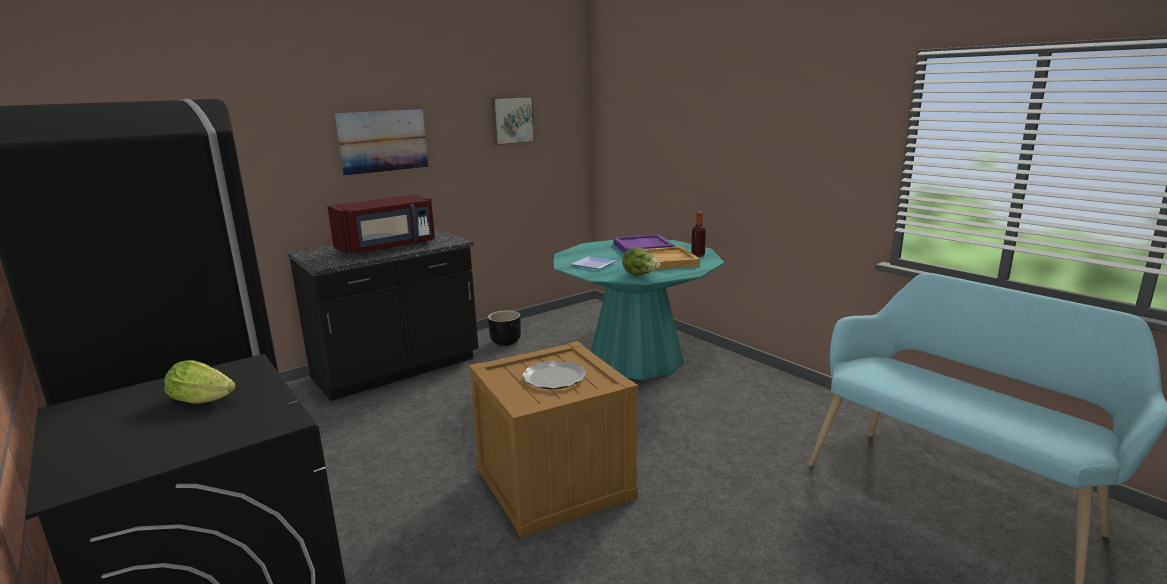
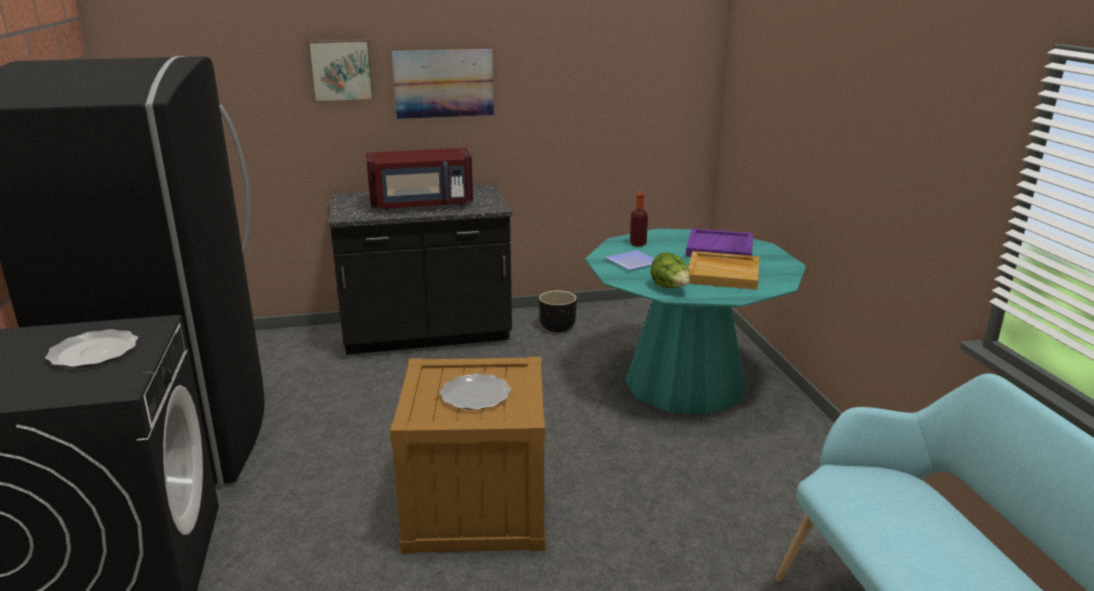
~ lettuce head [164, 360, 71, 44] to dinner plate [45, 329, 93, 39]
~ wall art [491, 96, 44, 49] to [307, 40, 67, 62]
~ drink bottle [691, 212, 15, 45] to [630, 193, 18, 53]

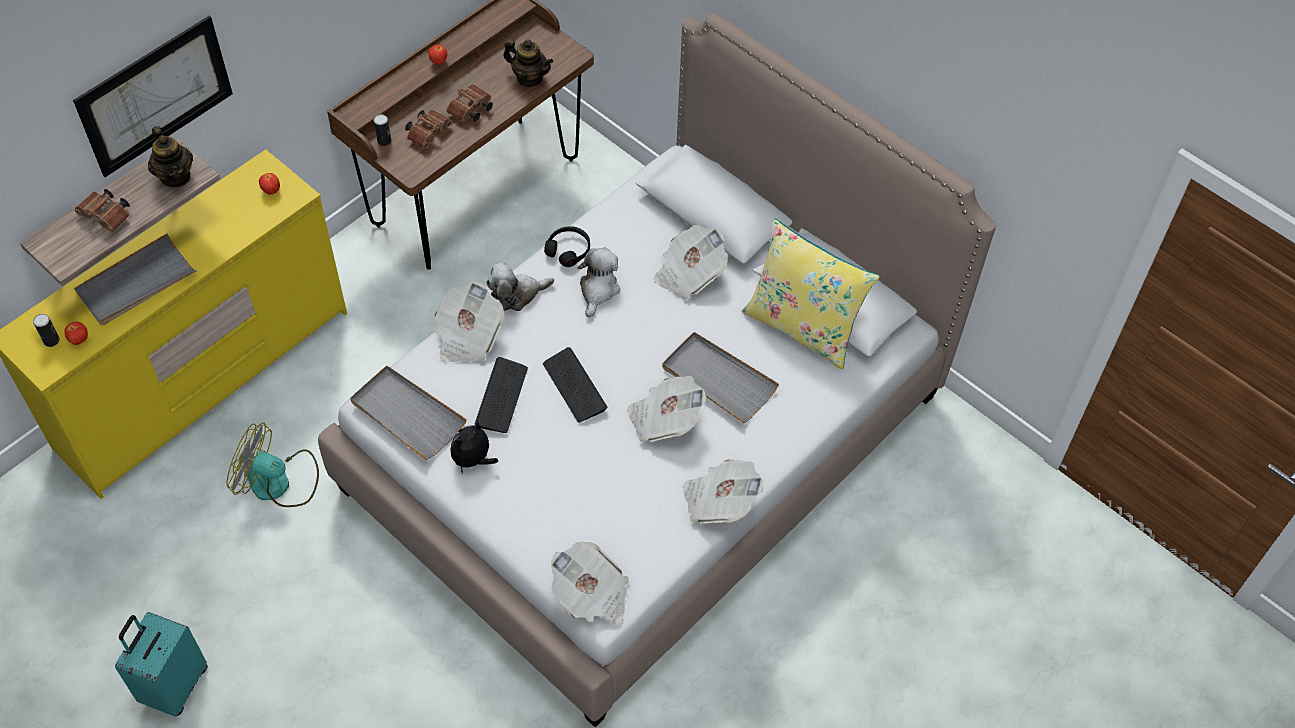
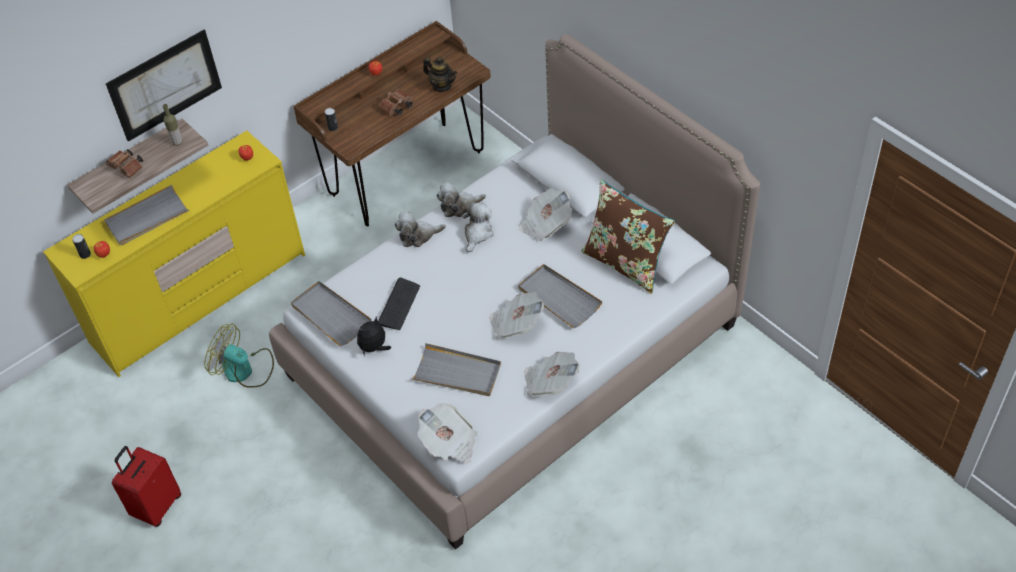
~ turquoise-coloured travel case [115, 612, 93, 105] to red travel case [112, 446, 69, 81]
~ teapot [148, 126, 45, 61] to drink bottle [163, 104, 19, 42]
- brownish field glasses [405, 110, 47, 39]
- newspaper [435, 282, 70, 80]
- keyboard [543, 347, 65, 76]
~ black headset [544, 226, 46, 41] to plush toy [437, 182, 49, 35]
~ yellow pillow [742, 218, 138, 152] to brownish pillow [581, 180, 94, 114]
+ gray tray [411, 343, 90, 53]

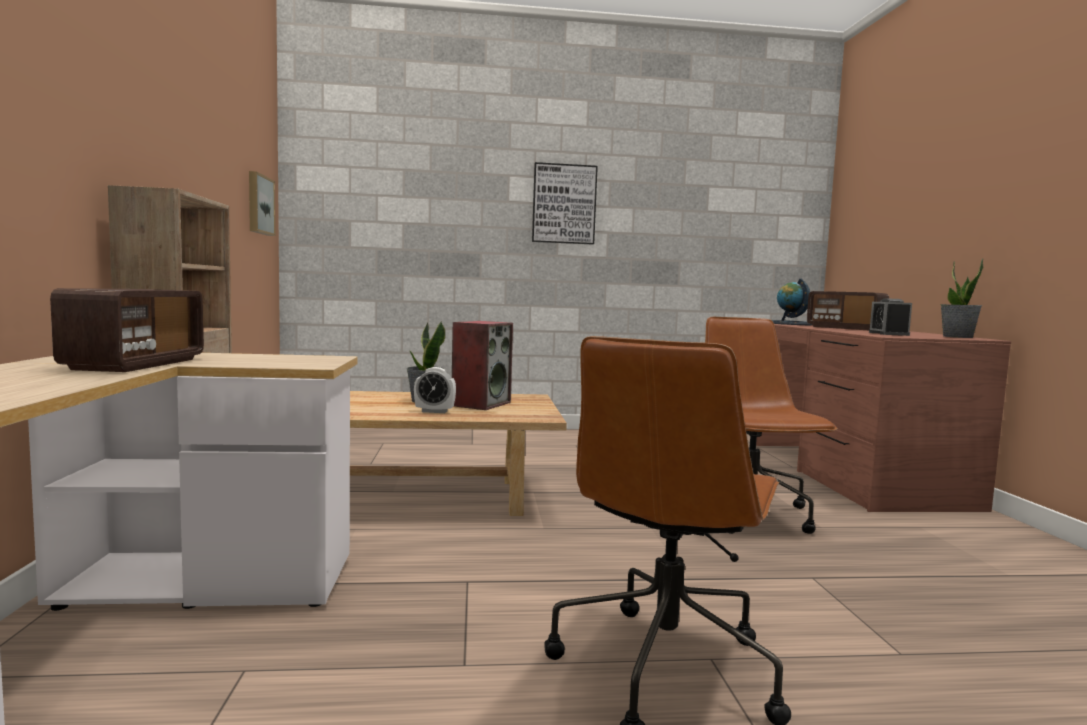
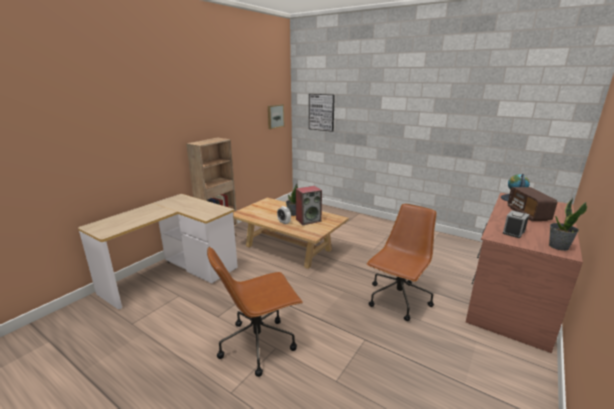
- radio set [50, 288, 154, 84]
~ wall art [532, 162, 66, 82] to [309, 94, 26, 38]

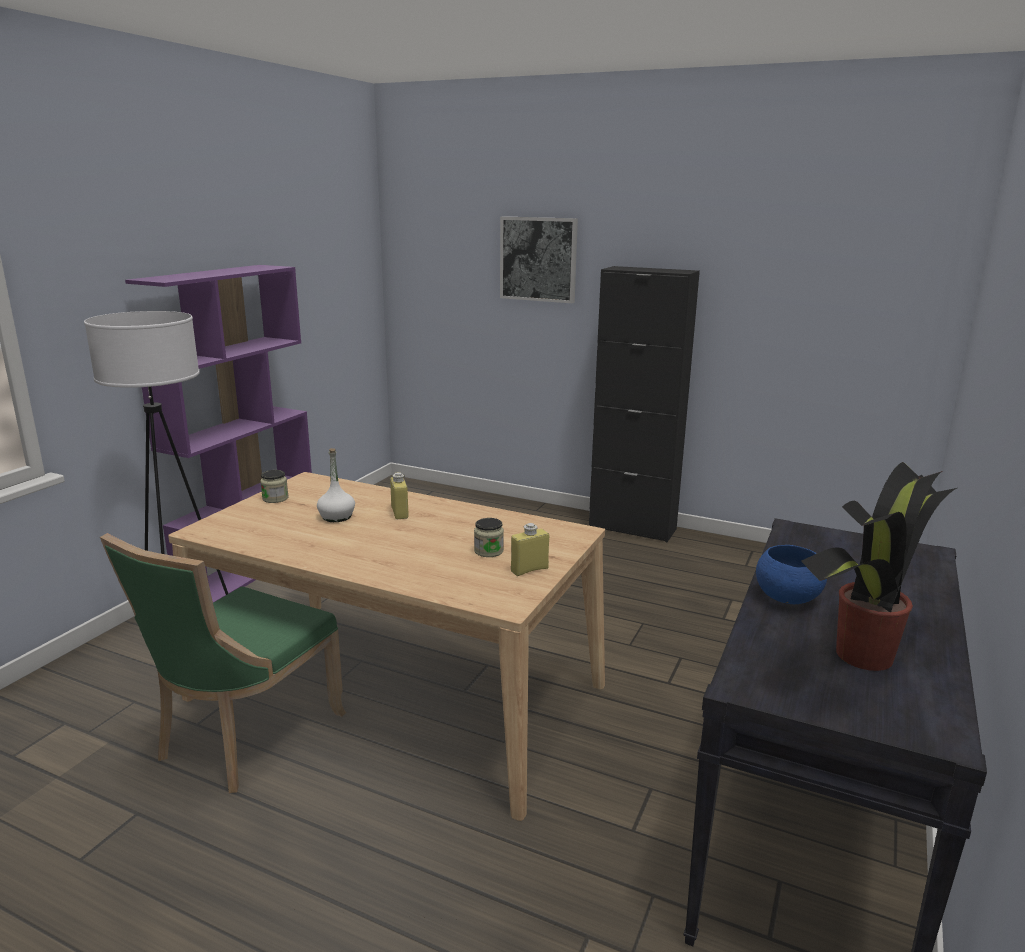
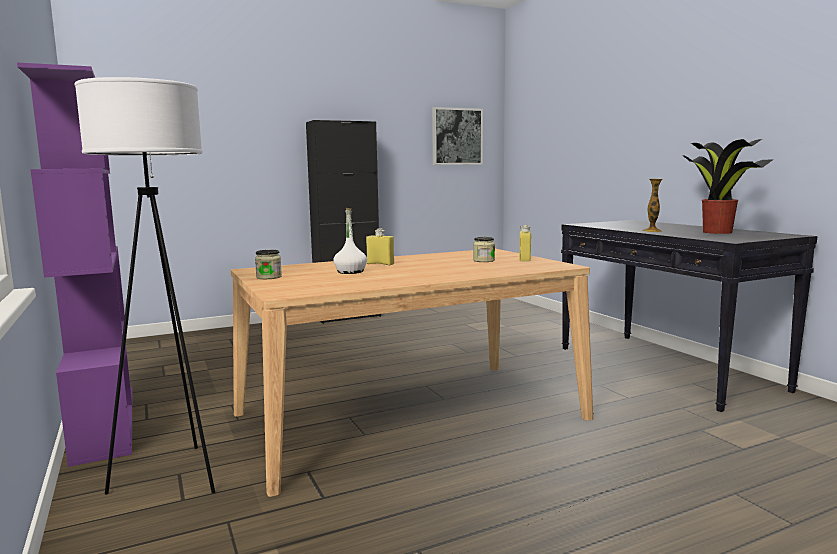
- green-coloured chair [100, 533, 246, 260]
~ wall art [500, 216, 78, 87] to [432, 107, 51, 58]
~ blue-coloured deep dish [756, 545, 71, 59] to flower vase [643, 179, 19, 53]

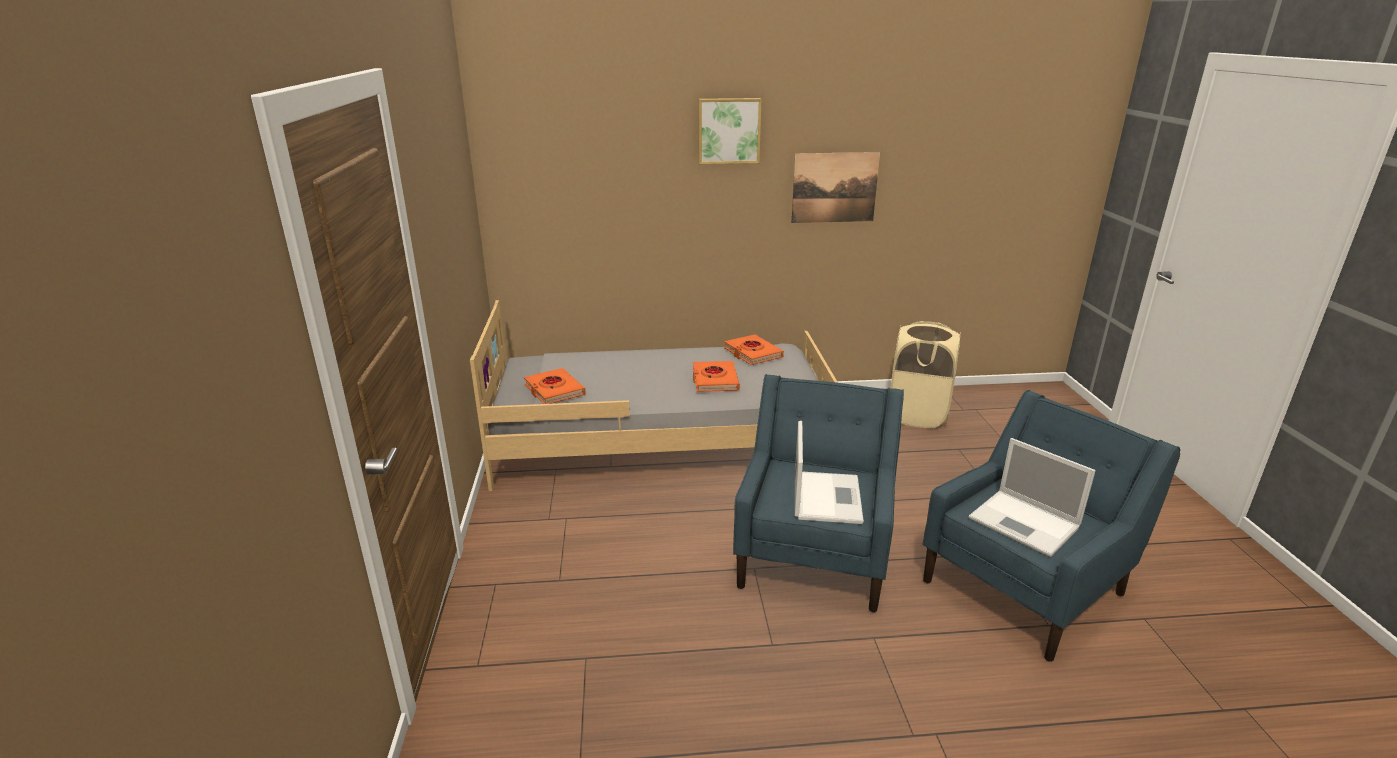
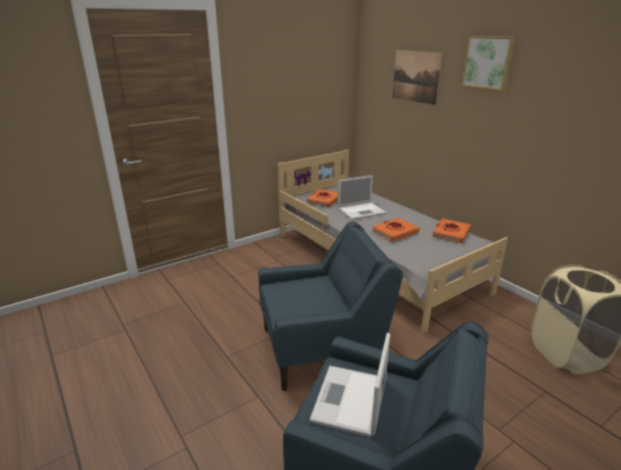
~ wall art [791, 152, 89, 71] to [393, 50, 50, 55]
~ laptop [795, 421, 69, 103] to [338, 175, 48, 45]

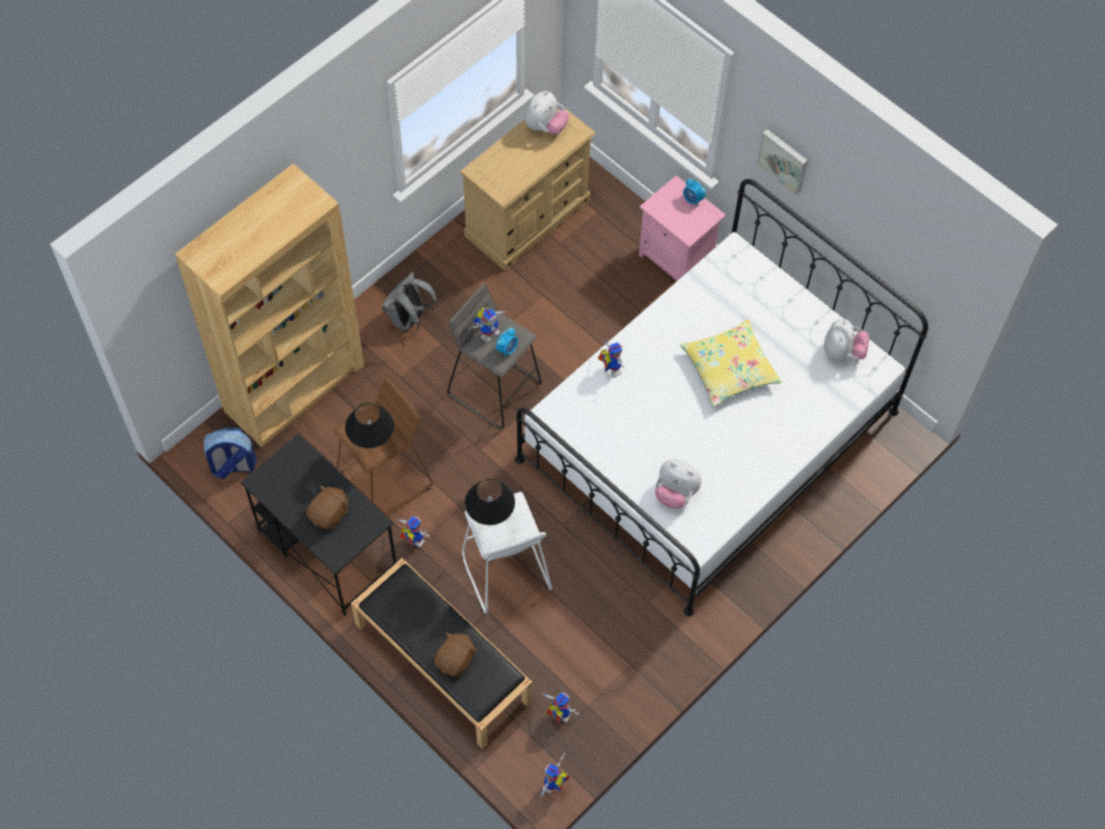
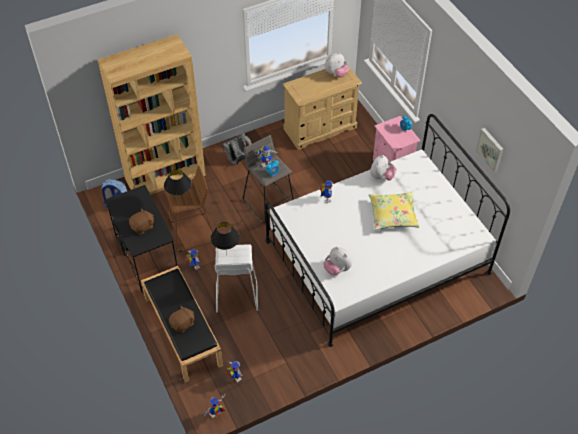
~ wall art [757, 129, 51, 66] to [476, 128, 28, 44]
~ plush toy [824, 319, 45, 42] to [370, 155, 27, 25]

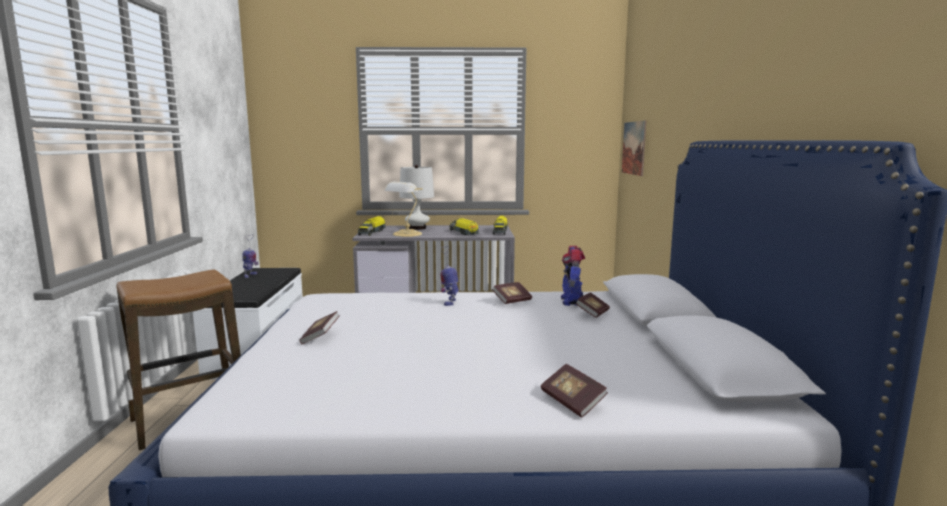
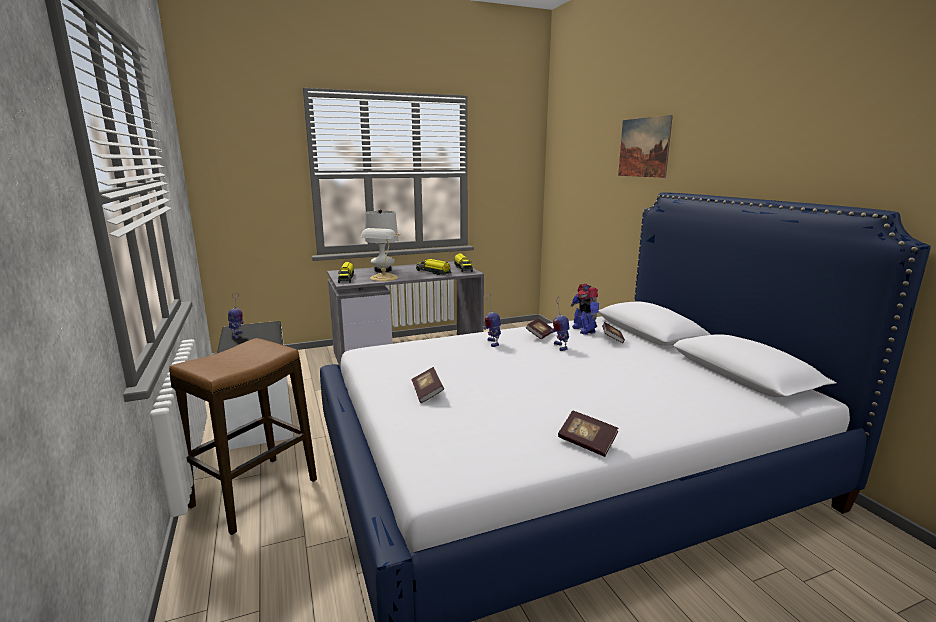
~ book [541, 364, 67, 54] to [558, 411, 60, 46]
~ wall art [622, 120, 25, 56] to [618, 115, 55, 63]
+ toy robot [551, 296, 19, 55]

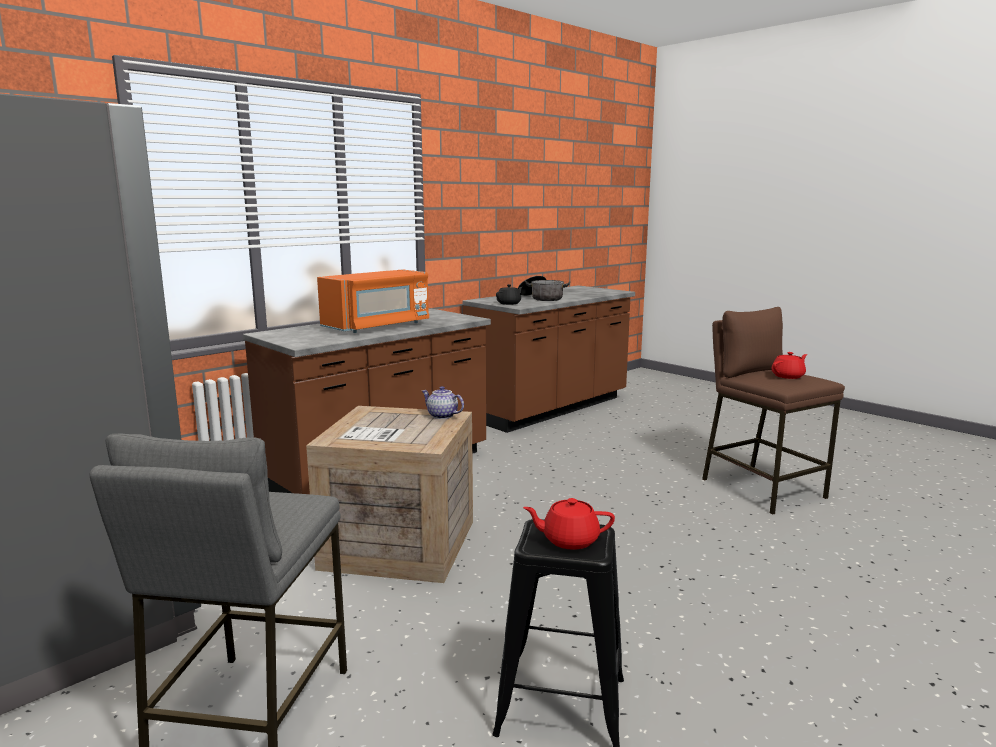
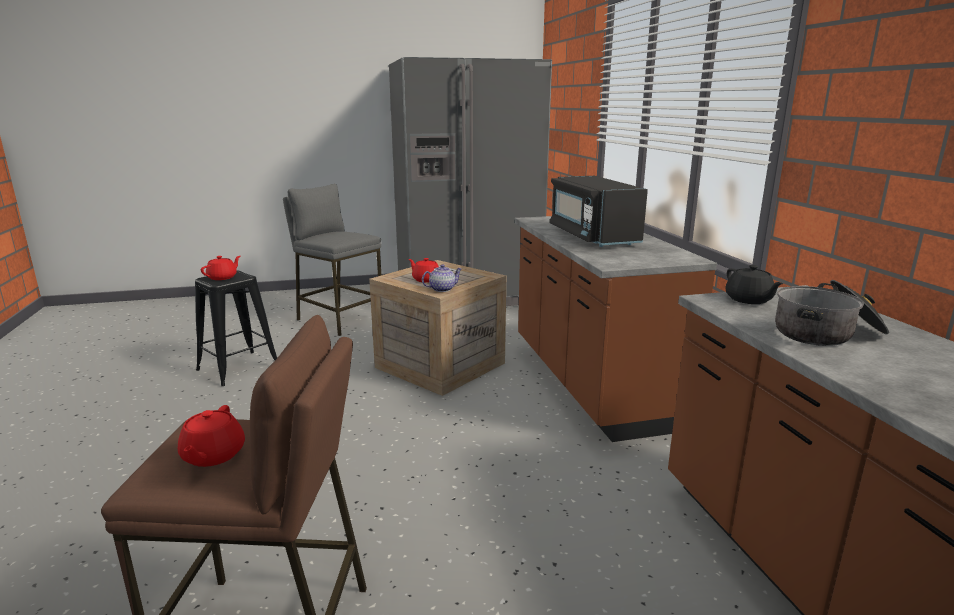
~ orange-coloured kitchen microwave [317, 269, 112, 64] to black kitchen microwave [549, 176, 99, 71]
+ red teapot [409, 258, 30, 25]

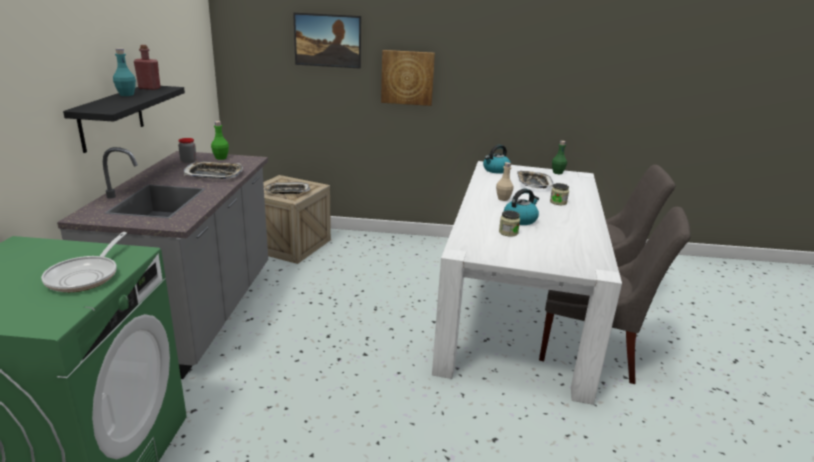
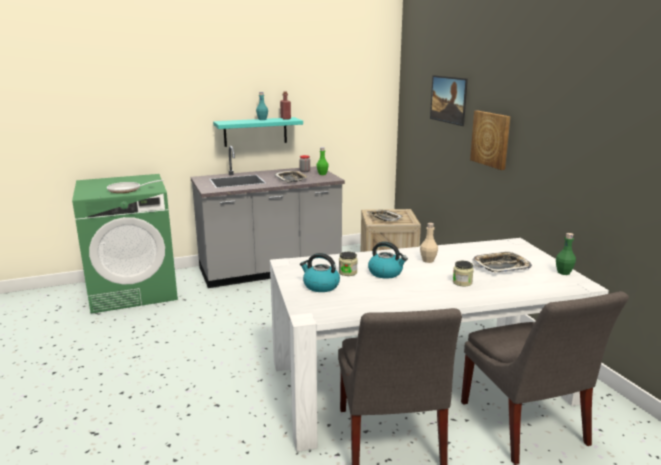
~ black bracket shelf [63, 86, 122, 67] to turquoise-coloured bracket shelf [213, 117, 90, 30]
~ kettle [483, 145, 28, 29] to [300, 253, 40, 39]

